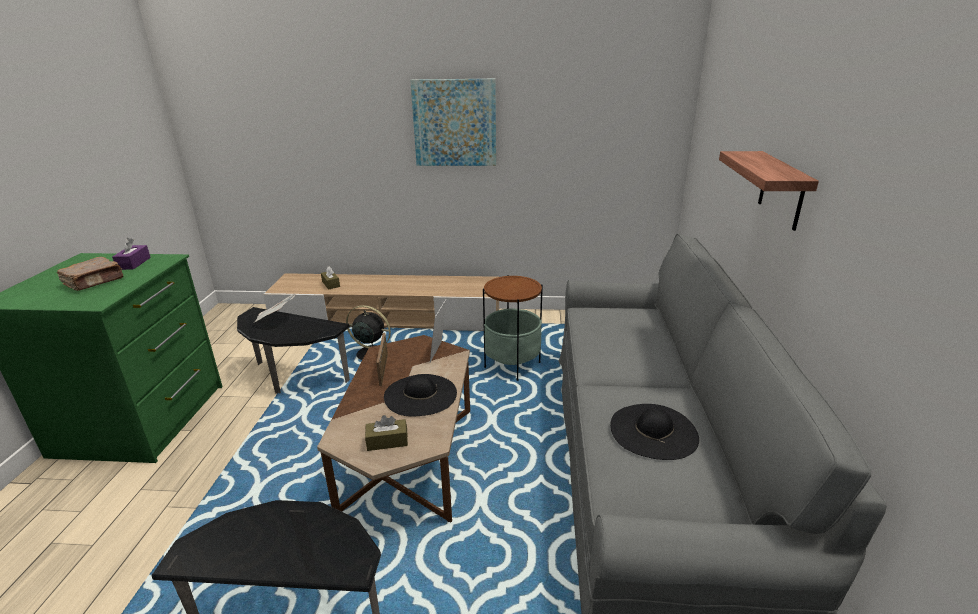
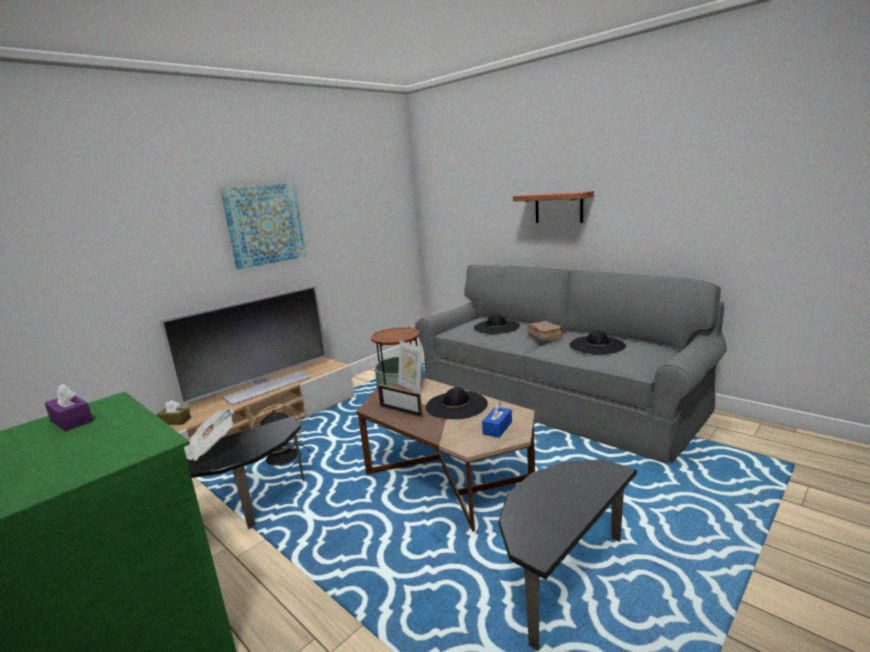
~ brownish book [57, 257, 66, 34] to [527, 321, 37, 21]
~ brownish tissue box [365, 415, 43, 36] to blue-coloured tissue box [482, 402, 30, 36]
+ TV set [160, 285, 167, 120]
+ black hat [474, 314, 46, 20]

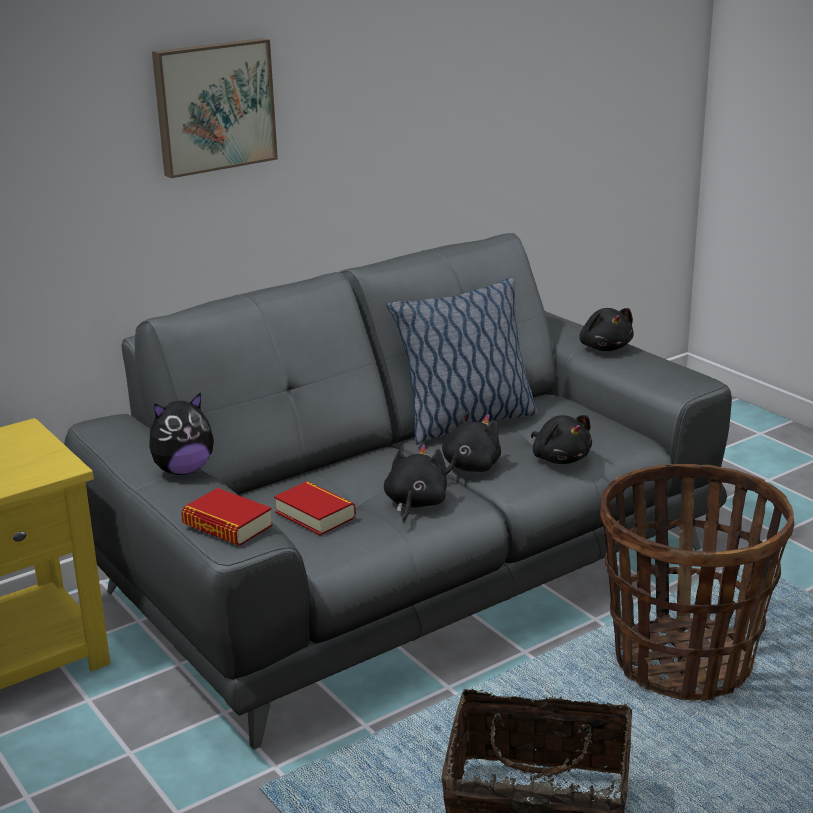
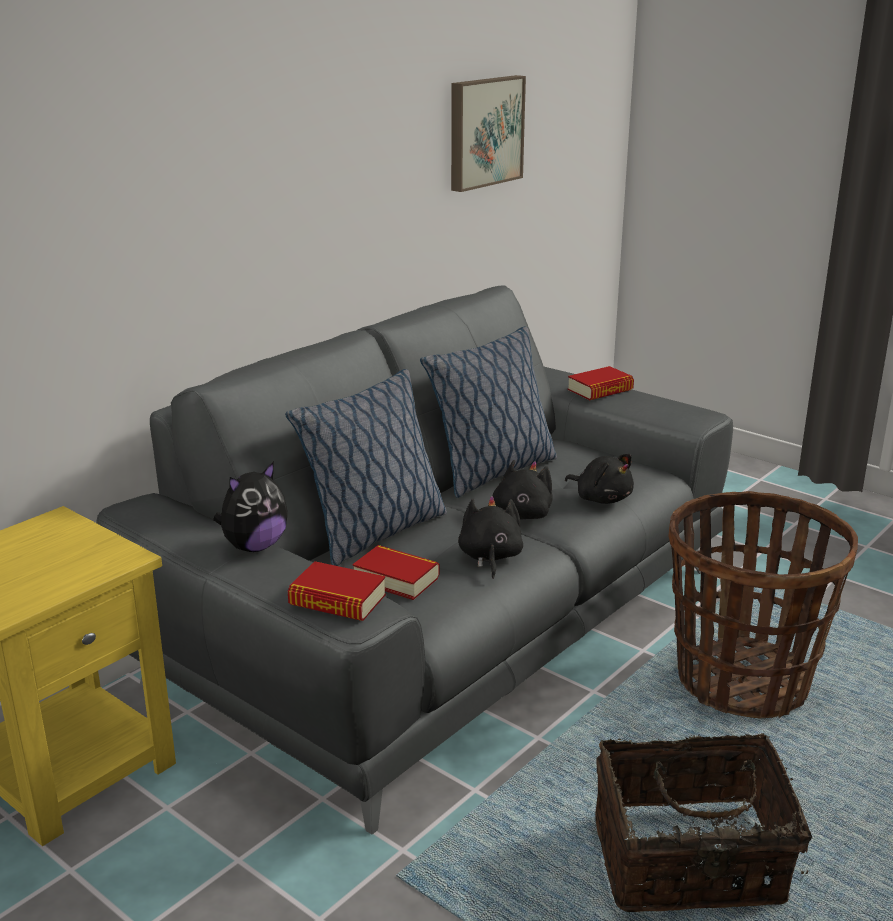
~ wall art [152, 38, 126, 140] to [451, 75, 75, 117]
~ black plush toy [579, 308, 55, 43] to book [568, 366, 66, 34]
+ pillow [285, 369, 162, 197]

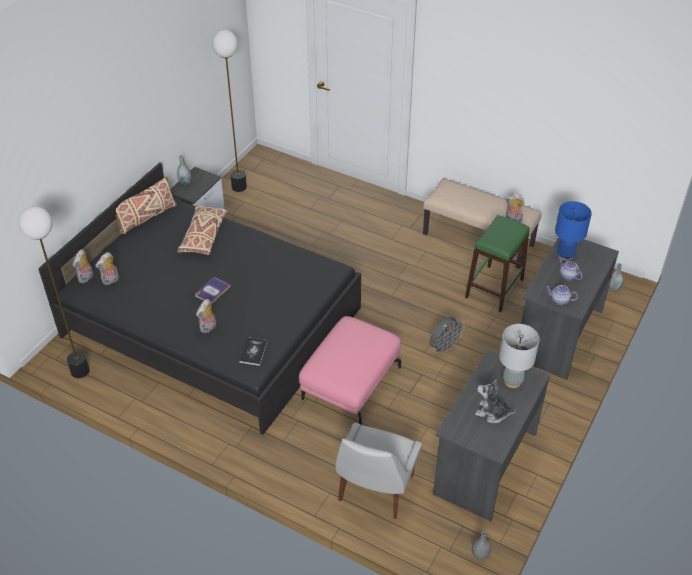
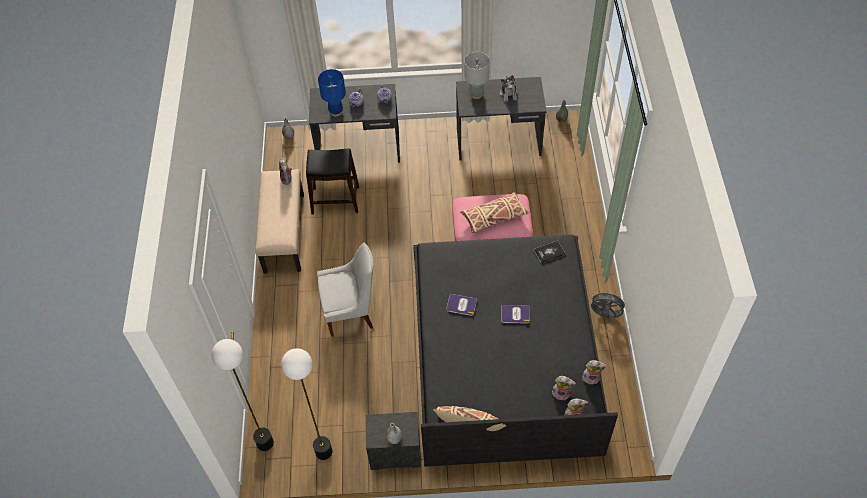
~ standard lamp [19, 206, 71, 172] to [212, 339, 62, 112]
~ beige-coloured pillow [177, 206, 51, 49] to [460, 192, 69, 42]
~ plush toy [196, 299, 20, 34] to [582, 360, 25, 25]
~ whitish chair [335, 423, 87, 96] to [317, 243, 57, 94]
~ gray cooling fan [430, 317, 35, 38] to [590, 292, 37, 26]
~ green-coloured stool [465, 215, 65, 97] to black stool [306, 149, 53, 65]
+ book [446, 294, 31, 22]

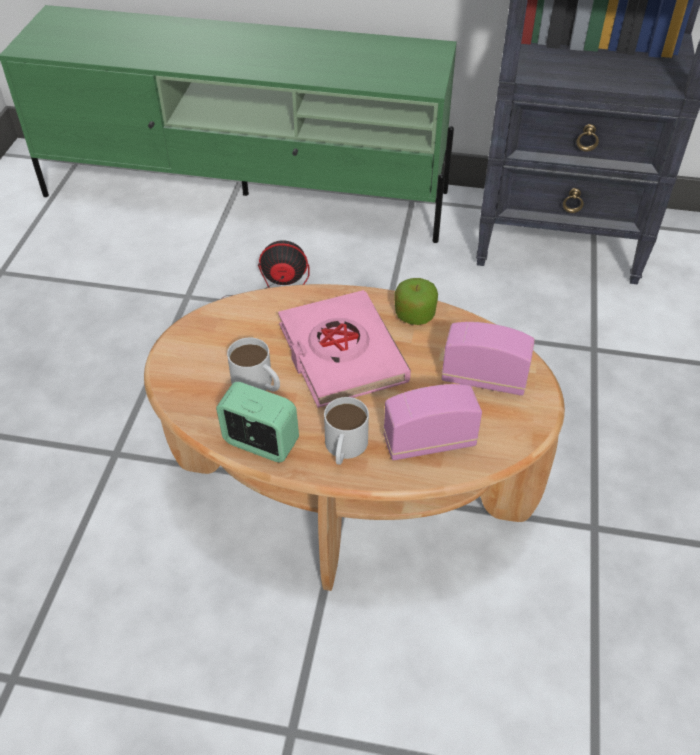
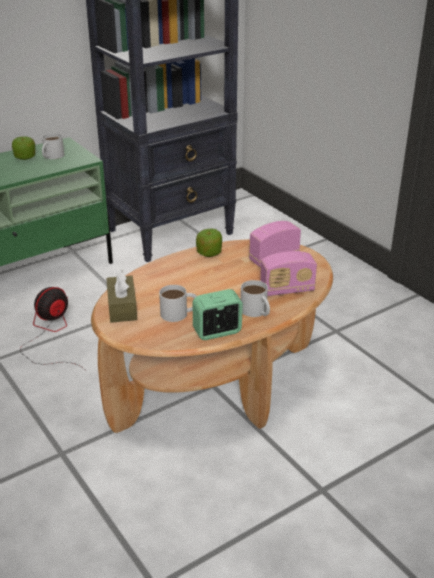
- pink-coloured book [278, 290, 133, 118]
~ radio set [383, 384, 99, 77] = [260, 251, 57, 45] 135 degrees counterclockwise
+ whole apple [12, 136, 23, 24]
+ whitish coffee mug [42, 133, 22, 26]
+ brownish tissue box [106, 270, 31, 53]

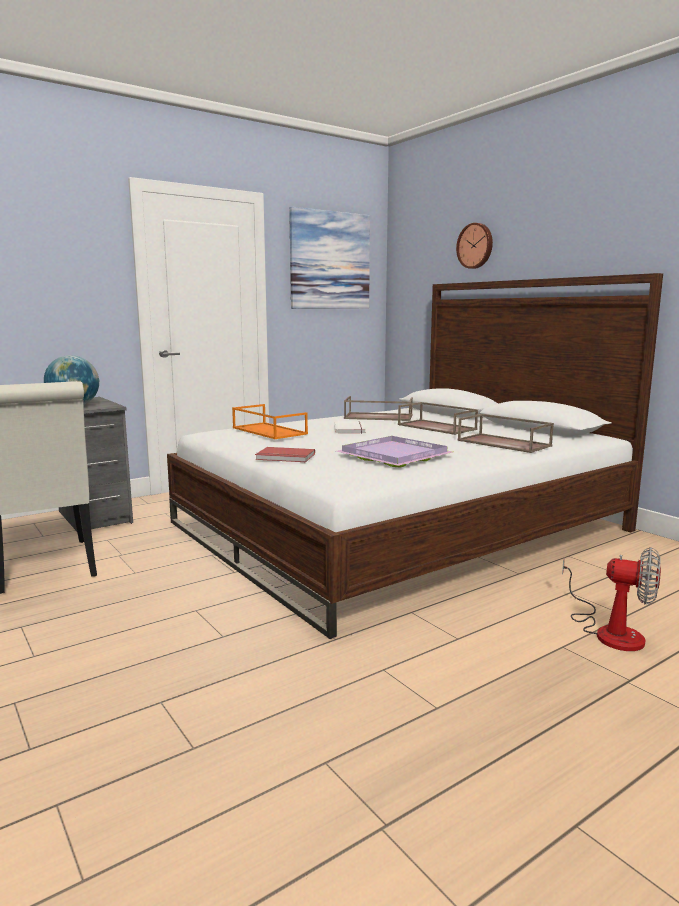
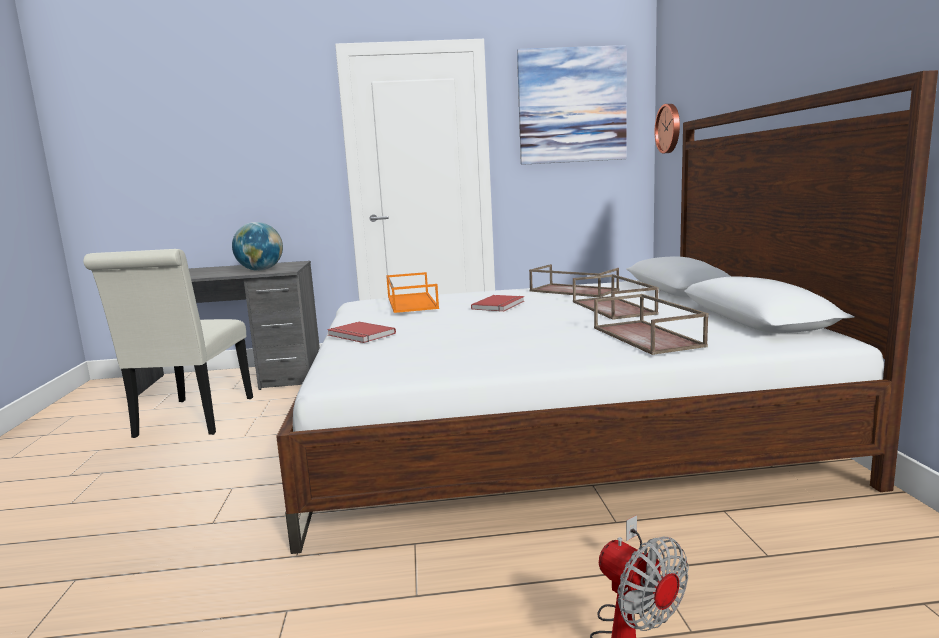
~ whitish book [334, 421, 32, 13] to red book [471, 295, 53, 17]
- purplish tray [336, 436, 117, 32]
~ hanging clock [456, 223, 37, 46] to [655, 104, 25, 49]

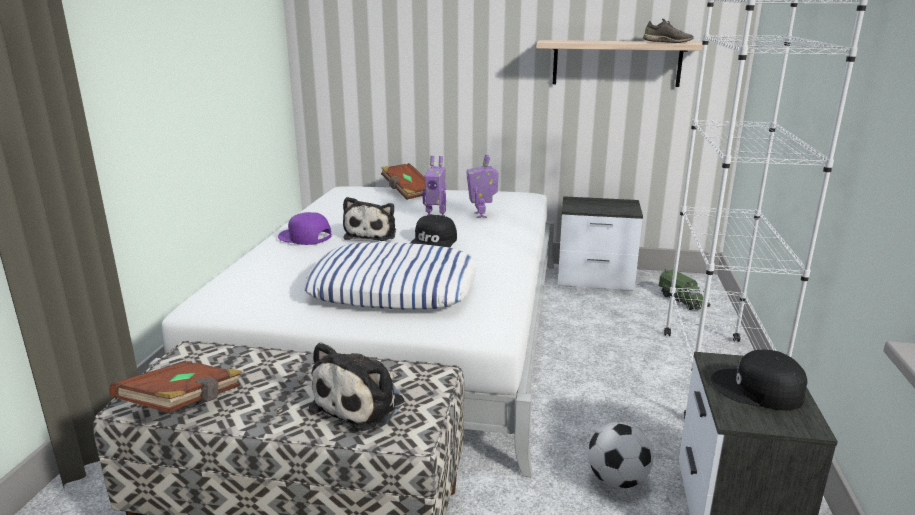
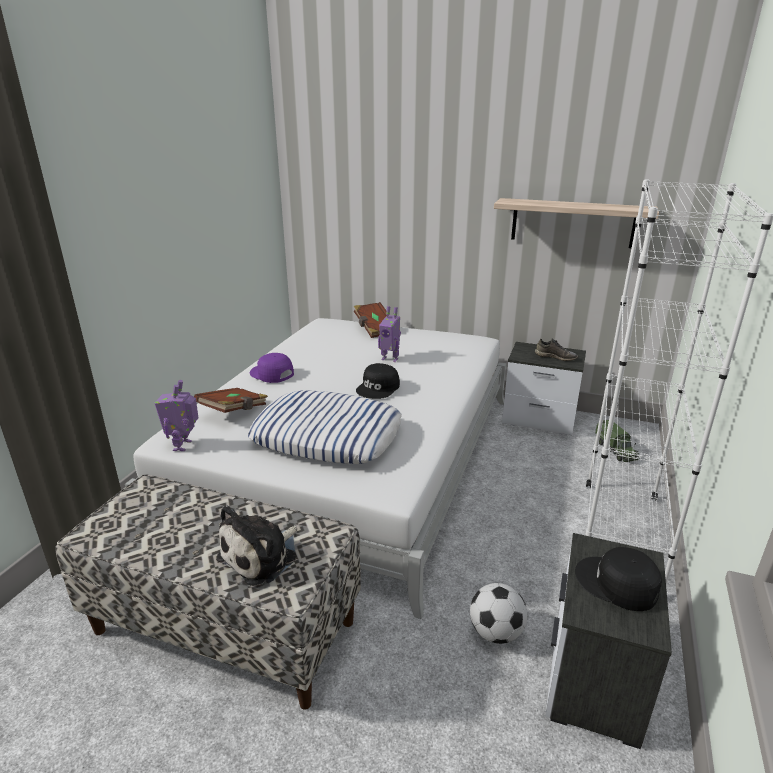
~ brownish book [109, 361, 133, 52] to [194, 388, 74, 25]
- plush toy [343, 197, 53, 44]
~ toy robot [466, 154, 33, 64] to [154, 380, 44, 71]
~ gray item of footwear [643, 19, 51, 24] to [535, 338, 43, 23]

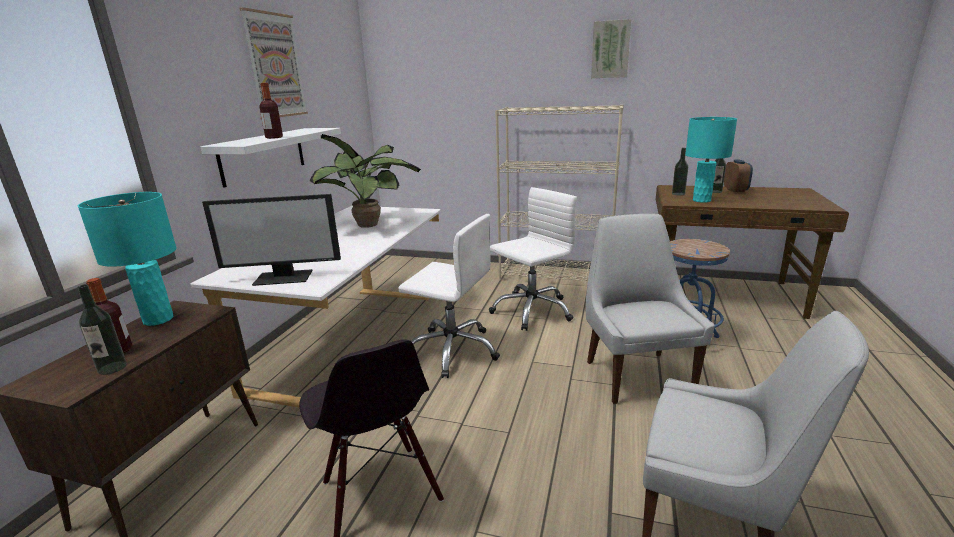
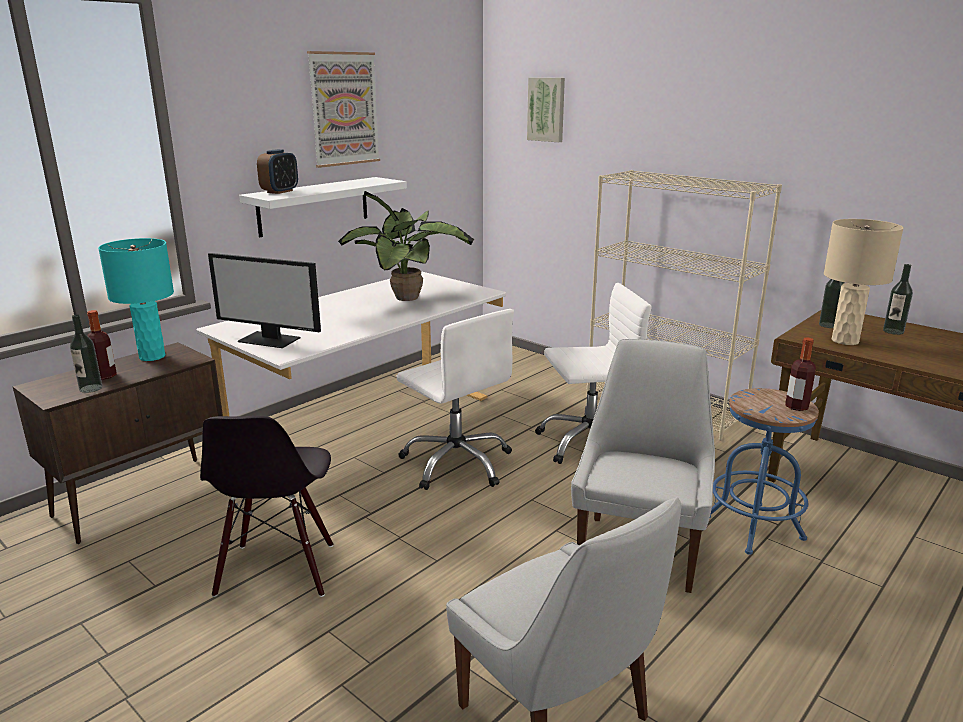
~ drink bottle [259, 83, 24, 56] to [785, 338, 31, 73]
~ wall art [591, 19, 40, 59] to [527, 78, 38, 64]
~ turquoise-coloured tabletop lamp [685, 117, 52, 86] to beige-coloured tabletop lamp [824, 219, 80, 126]
~ table clock [724, 159, 29, 33] to [257, 149, 41, 45]

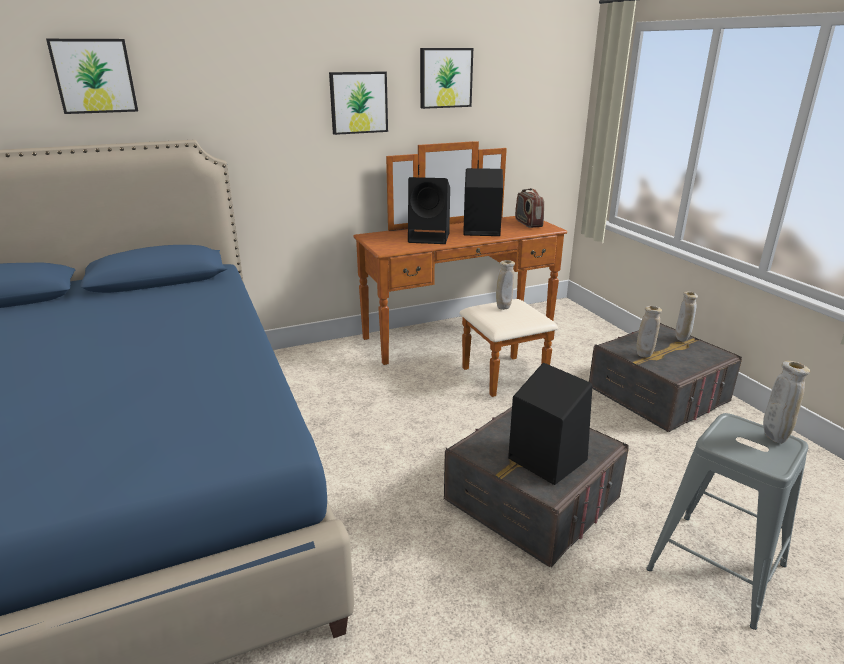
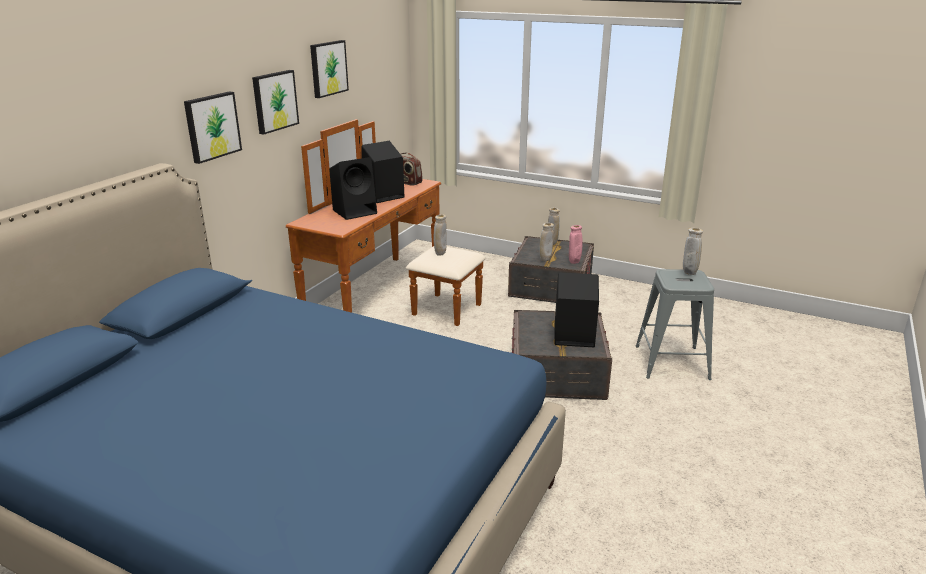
~ wall art [46, 39, 92, 75] to [184, 91, 58, 73]
+ pink-coloured flower vase [569, 225, 14, 39]

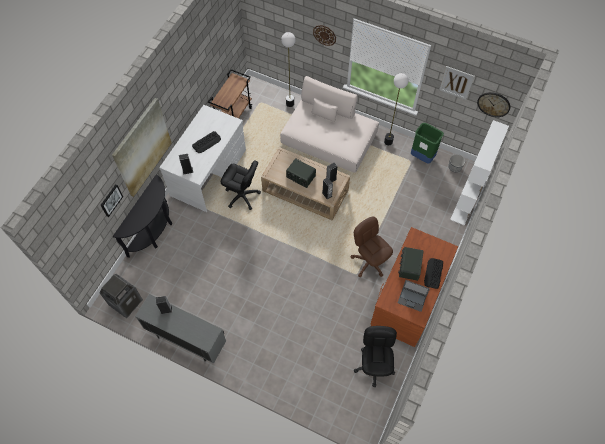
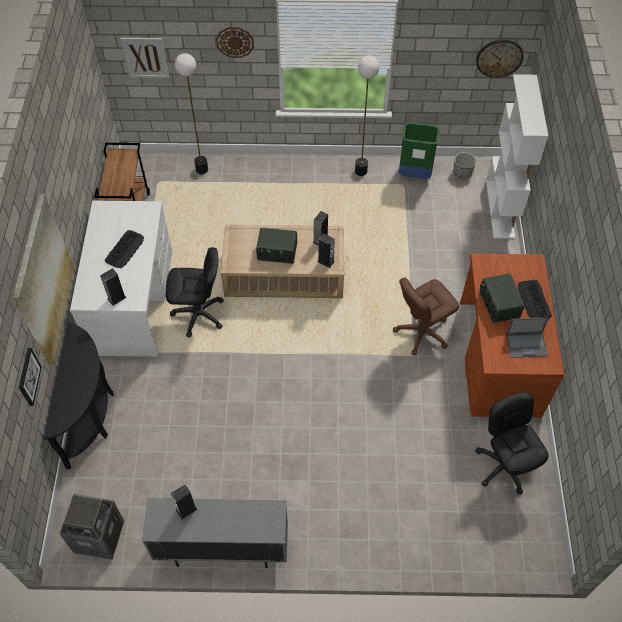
- beige-coloured sofa [280, 76, 99, 97]
~ brownish office chair [350, 217, 43, 60] = [393, 277, 66, 79] 60 degrees counterclockwise
~ wall art [439, 66, 35, 34] to [121, 38, 48, 40]

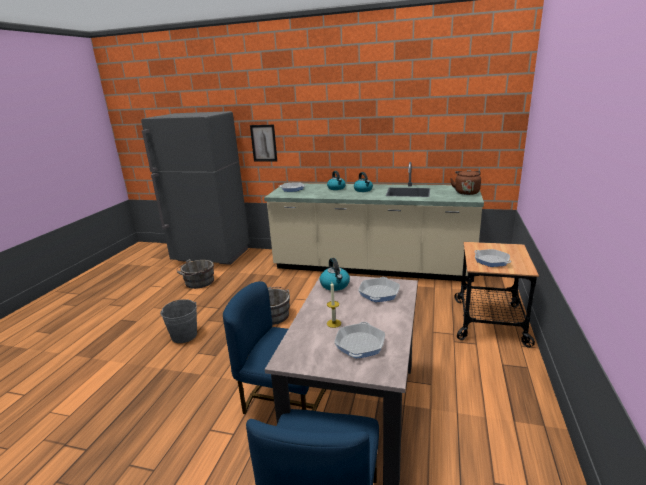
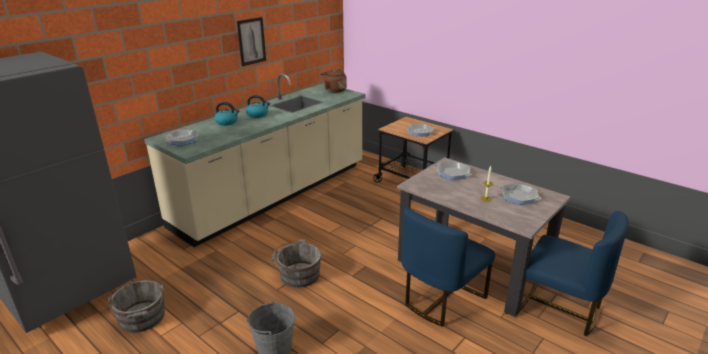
~ wall art [250, 125, 27, 37] to [237, 17, 29, 49]
- kettle [320, 258, 30, 33]

